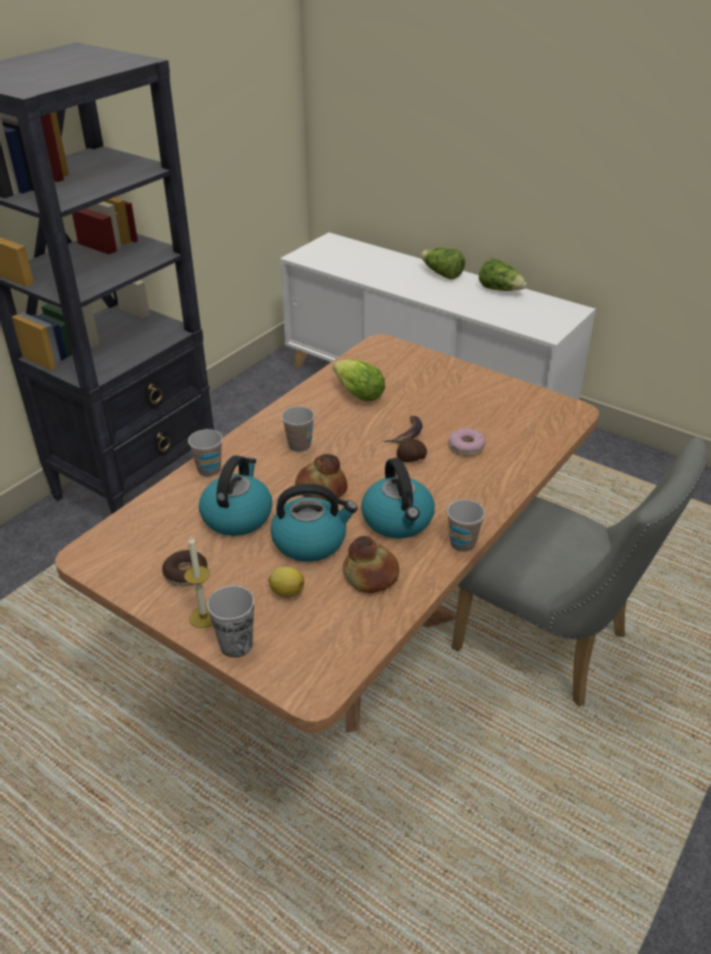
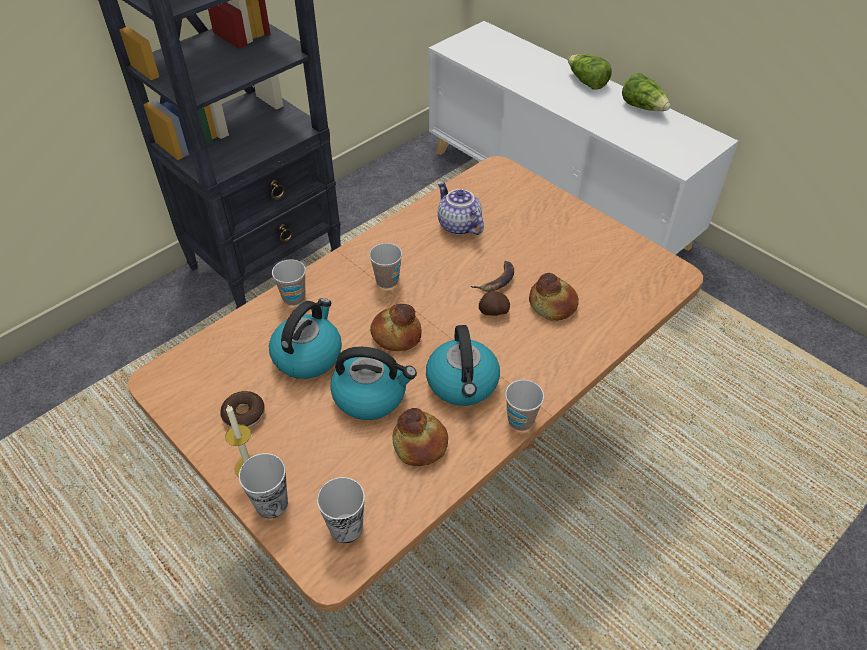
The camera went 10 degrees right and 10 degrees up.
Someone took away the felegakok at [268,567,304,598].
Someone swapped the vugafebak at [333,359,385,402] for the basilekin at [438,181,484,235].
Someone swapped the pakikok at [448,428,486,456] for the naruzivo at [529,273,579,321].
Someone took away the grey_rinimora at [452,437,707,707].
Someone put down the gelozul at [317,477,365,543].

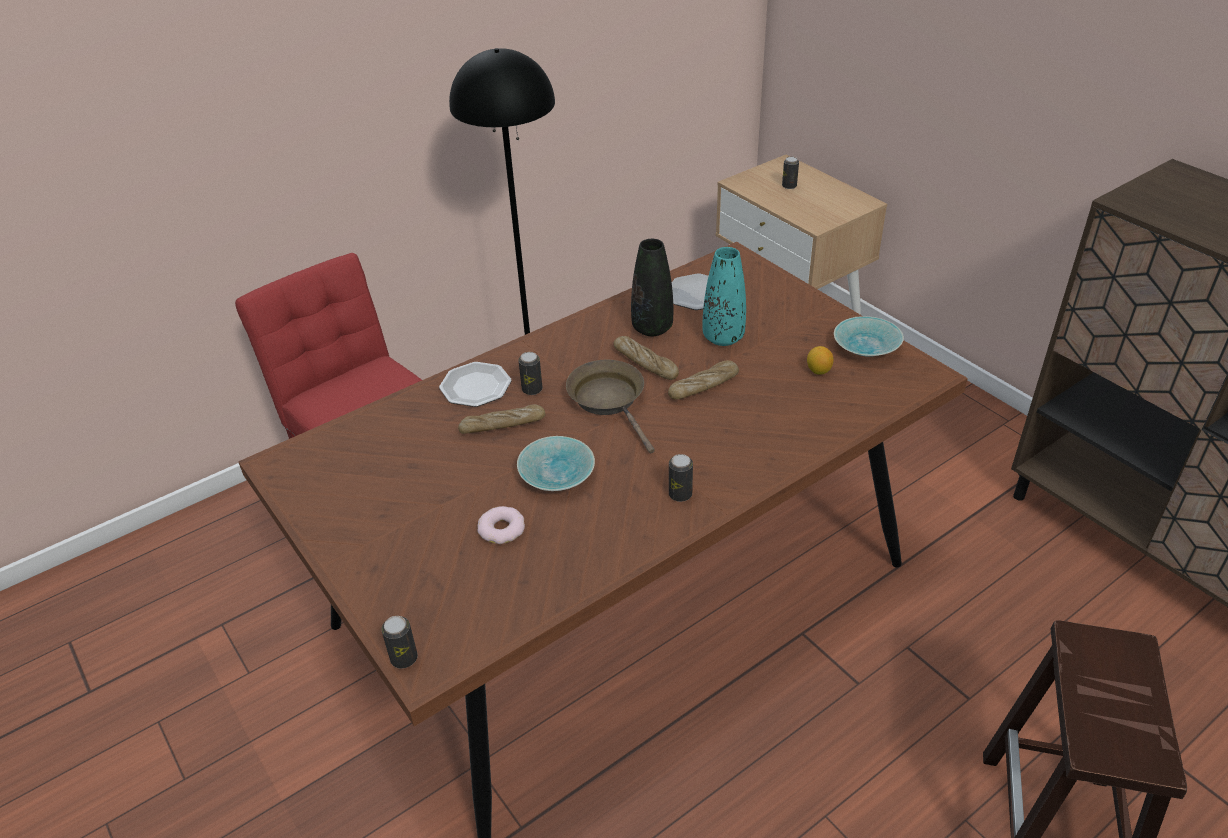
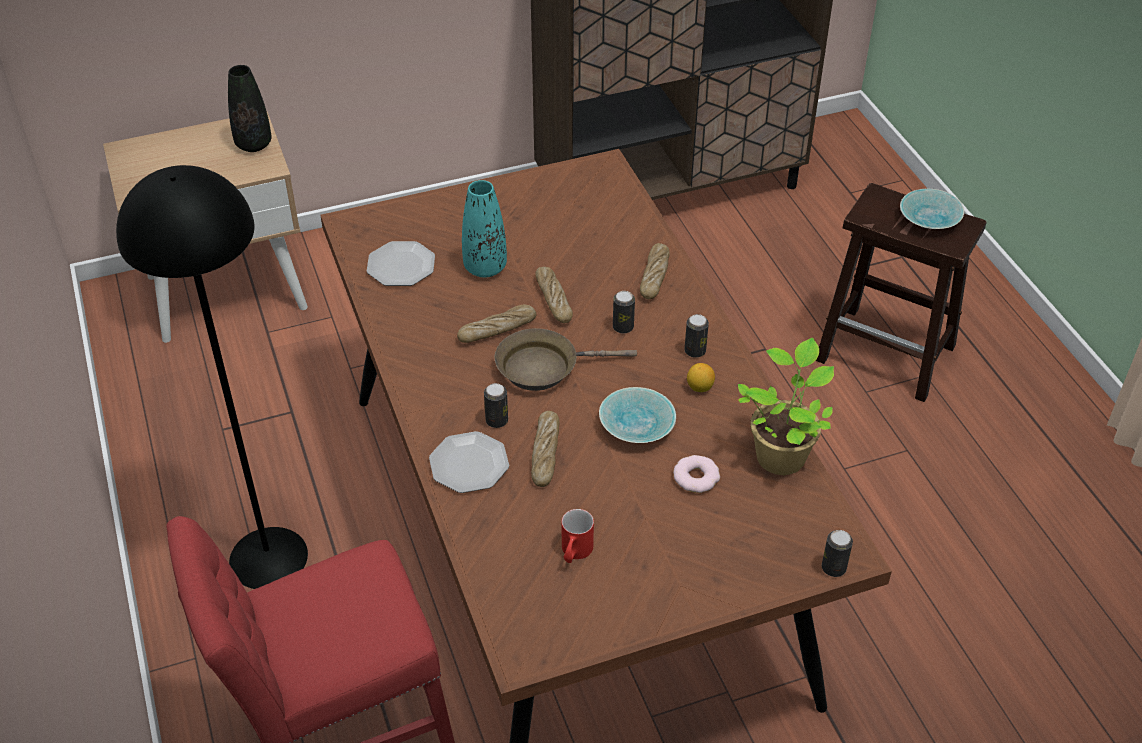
The camera went 75 degrees left and 5 degrees up.
Someone carried the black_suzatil from [631,239,673,336] to [228,65,272,152].
Someone carried the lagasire from [782,157,799,189] to [613,291,635,334].
Someone carried the felegakok from [807,346,833,375] to [687,363,715,392].
Someone carried the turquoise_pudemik from [834,316,904,357] to [900,189,964,229].
Someone put down the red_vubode at [562,509,594,563].
Someone put down the naruzivo at [640,243,670,299].
Someone put down the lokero at [738,338,834,475].

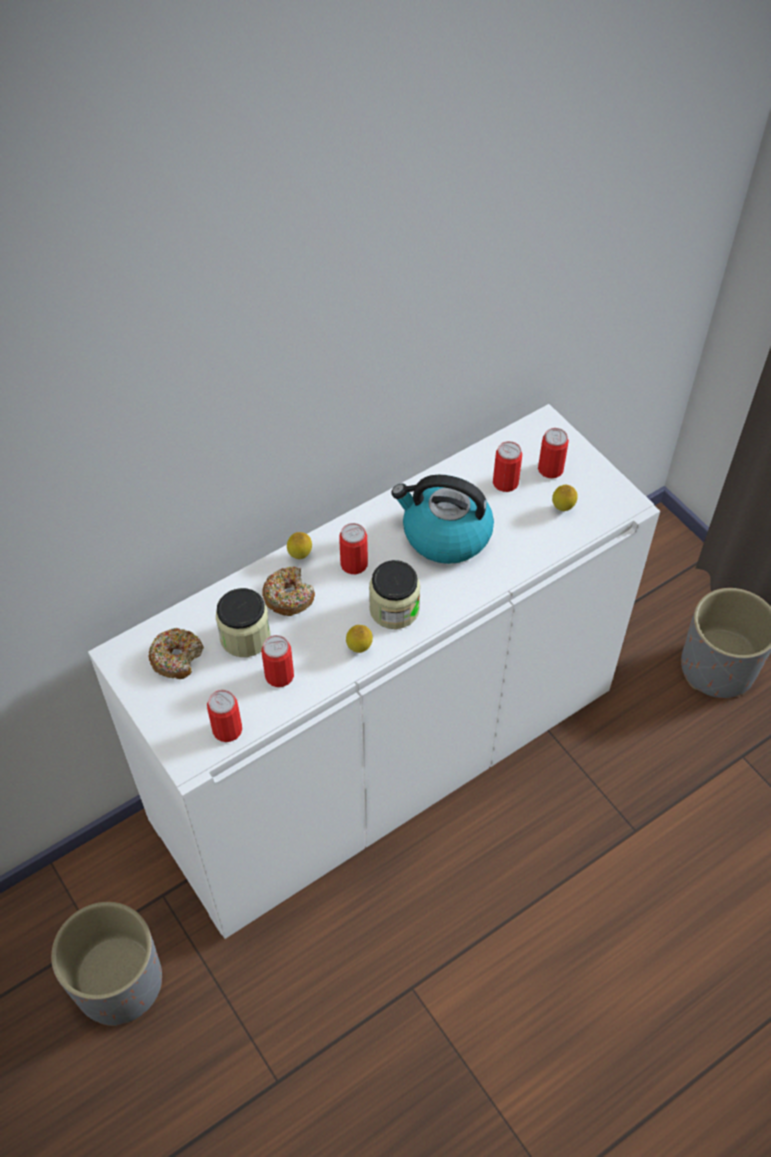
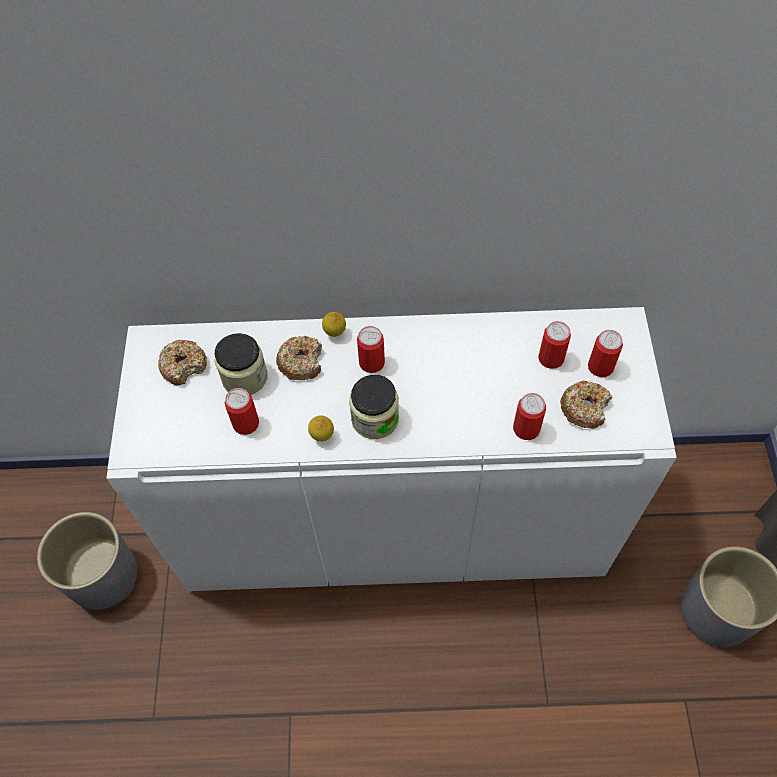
The camera went 35 degrees right and 5 degrees up.
Someone carried the lagasire from [207,690,242,742] to [513,393,546,440].
Someone took away the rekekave at [391,475,494,564].
Someone swapped the felegakok at [552,485,578,511] for the pakikok at [560,380,612,429].

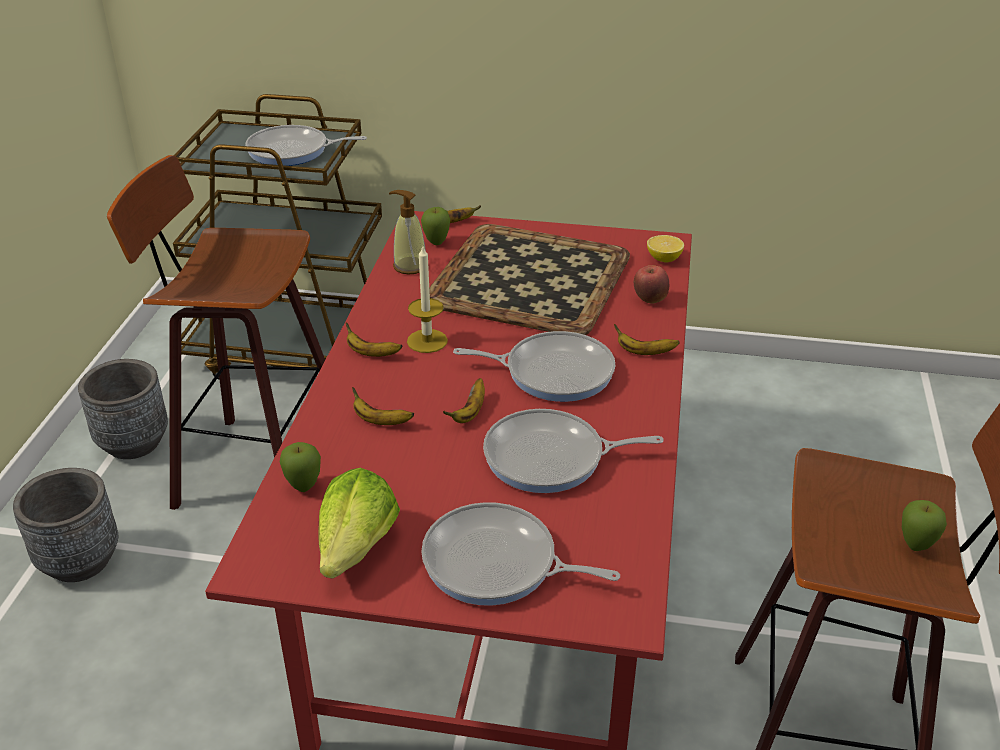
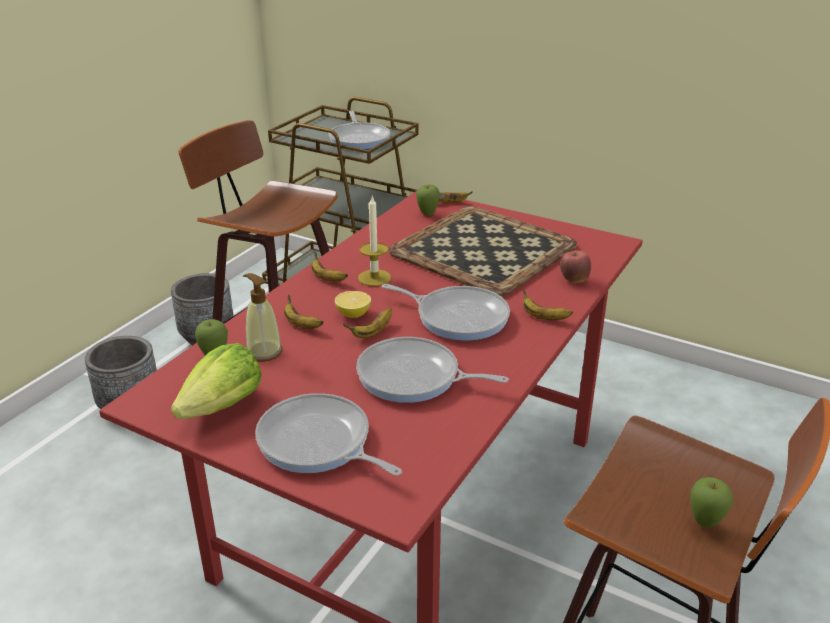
The camera went 20 degrees right and 5 degrees down.
Someone rotated the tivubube at [245,125,367,166] by 120 degrees counterclockwise.
Someone carried the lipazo from [389,190,426,275] to [243,273,283,362].
Someone carried the felegakok from [647,235,684,262] to [335,291,371,318].

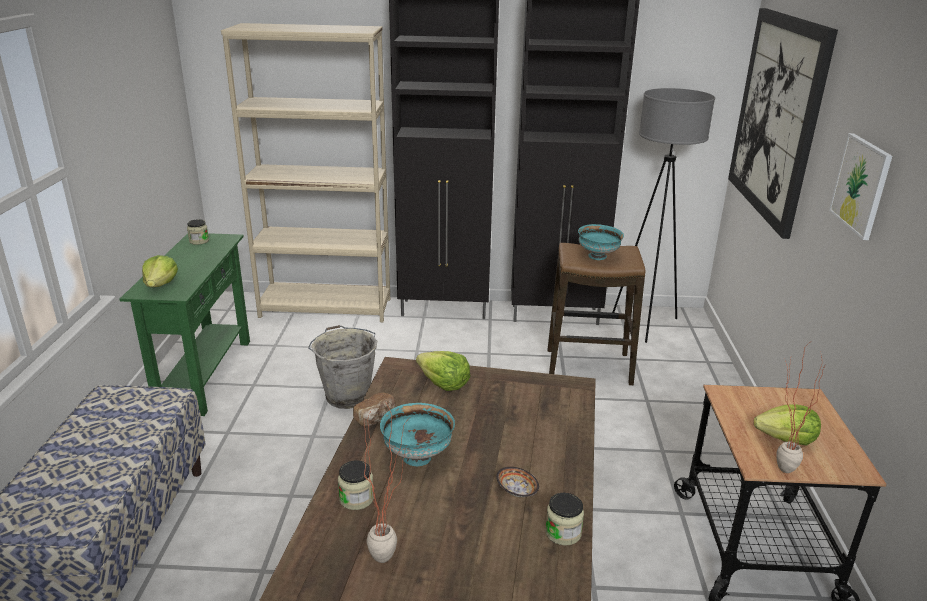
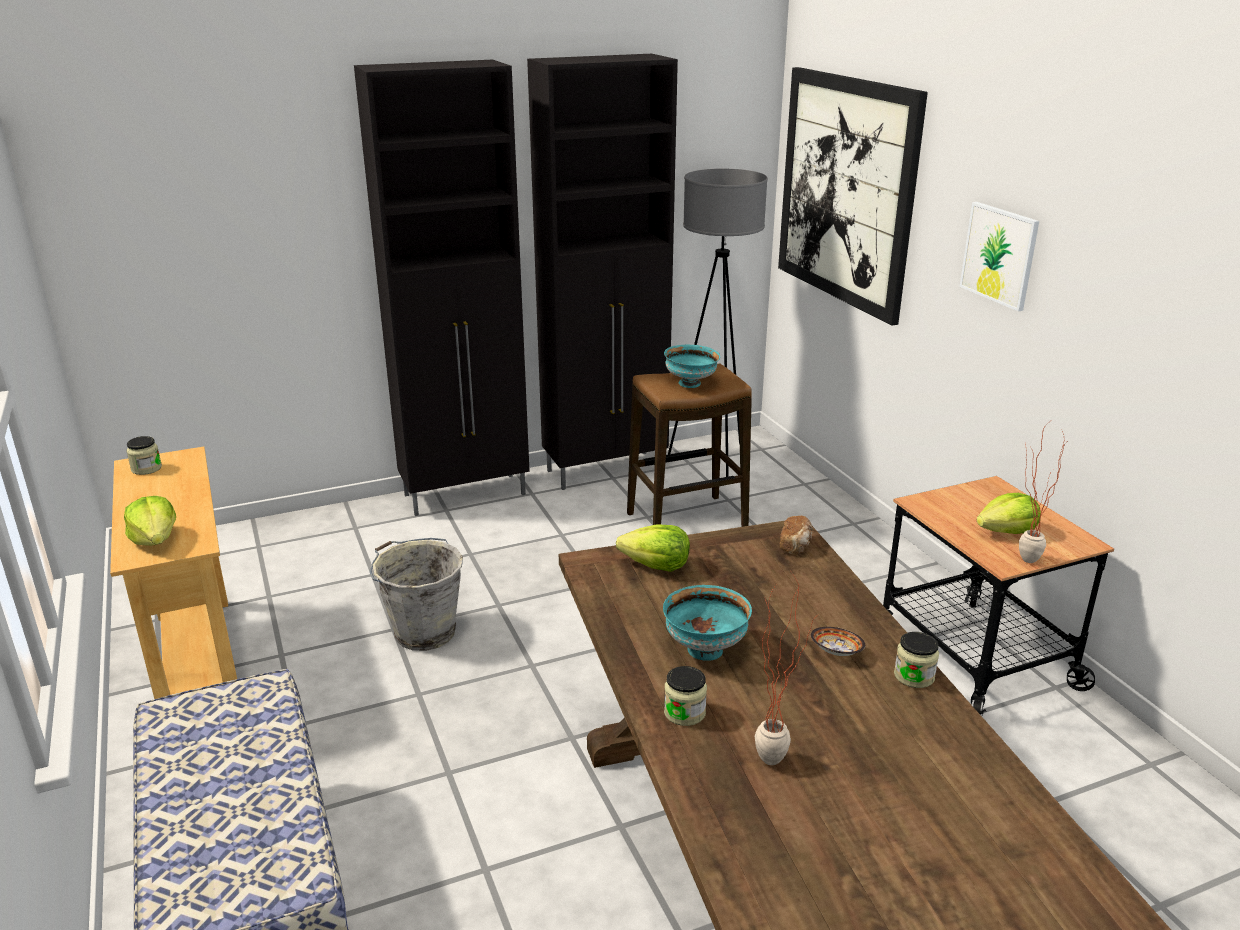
The camera went 25 degrees left and 0 degrees up.
Someone repainted the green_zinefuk at [120,233,250,416], which became the beige_zinefuk at [110,446,237,699].
Someone took away the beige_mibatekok at [221,23,390,322].
Someone carried the naruzivo from [353,392,396,426] to [780,516,813,554].

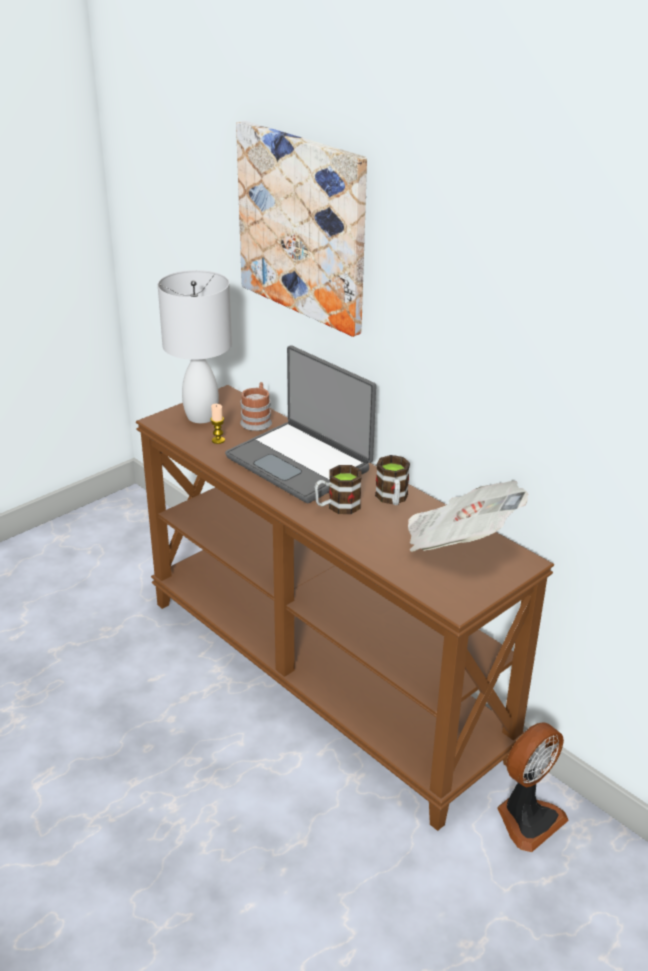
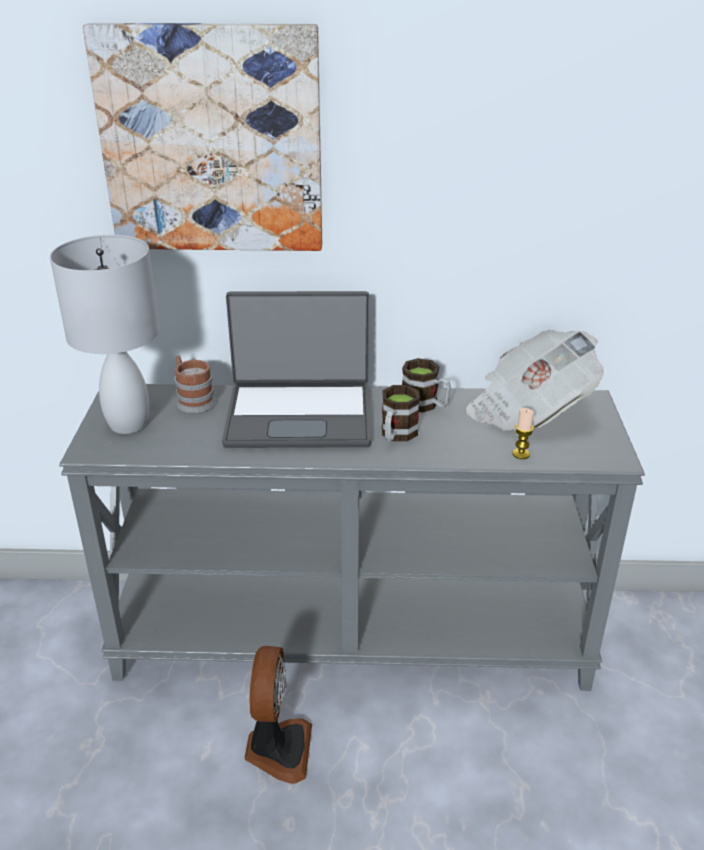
The camera went 45 degrees left and 0 degrees up.
Someone repainted the brown_zinefuk at [136,385,554,831], which became the grey_zinefuk at [59,384,645,691].
Someone carried the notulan from [211,404,225,444] to [512,408,534,459].
Someone carried the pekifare from [497,722,569,852] to [245,646,312,784].

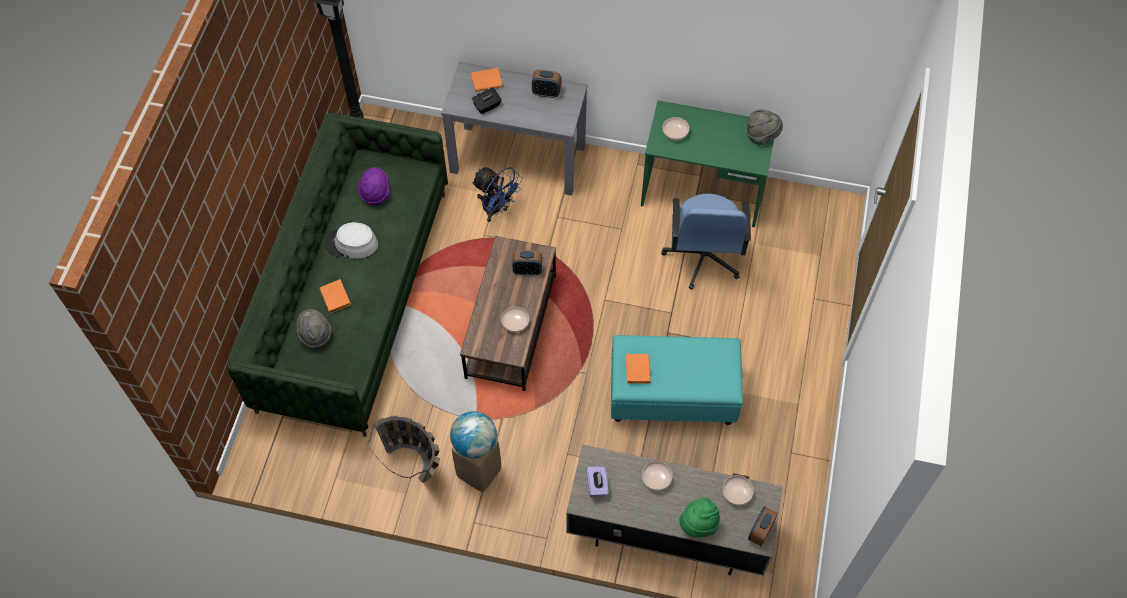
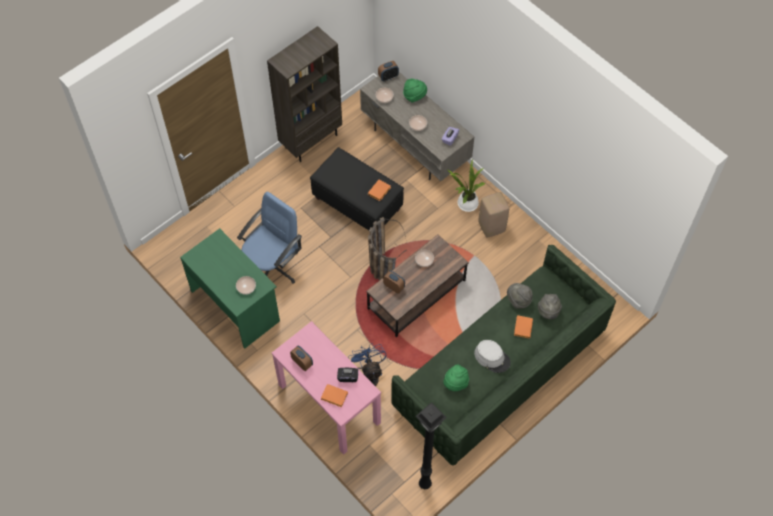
The camera went 145 degrees left and 0 degrees up.
Someone repainted the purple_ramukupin at [358,167,390,205], which became the green_ramukupin at [443,364,469,391].
Someone carried the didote from [367,416,440,483] to [368,217,407,281].
Someone repainted the grey_zinefuk at [441,62,587,196], which became the pink_zinefuk at [272,321,381,455].
Someone took away the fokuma at [450,411,497,458].
Someone repainted the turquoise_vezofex at [611,335,743,425], which became the black_vezofex at [310,147,404,230].
Someone carried the grey_ramukupin from [746,109,783,145] to [507,283,532,309].
Someone put down the brown_mibatekok at [267,26,342,162].
Someone put down the lokero at [448,160,485,212].

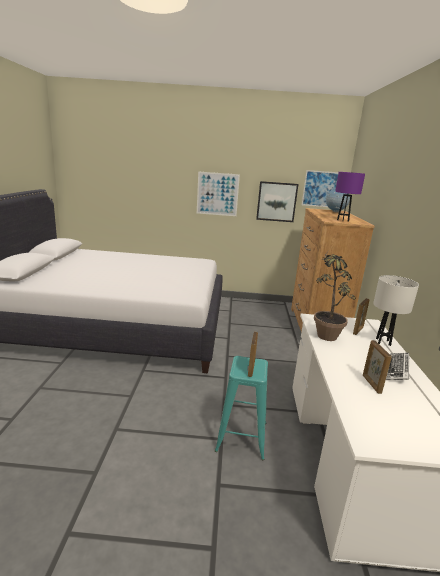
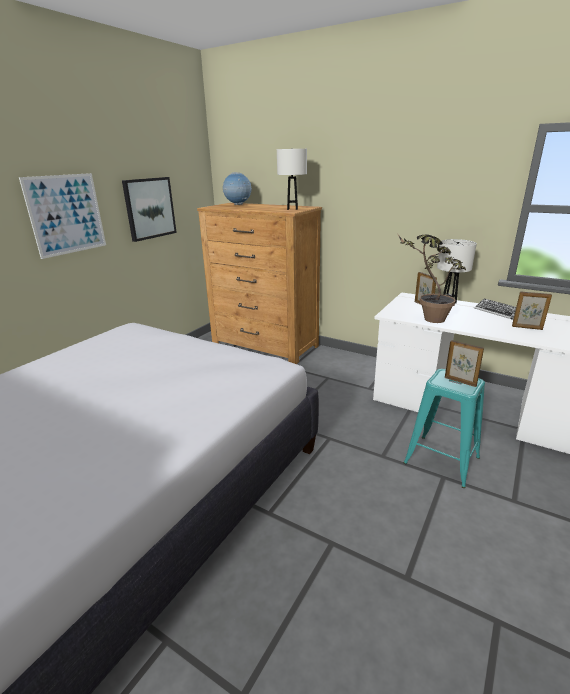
The camera went 60 degrees left and 5 degrees up.
Someone took away the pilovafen at [302,170,338,207].
Someone repainted the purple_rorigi at [335,172,365,222], which became the white_rorigi at [277,149,307,210].

